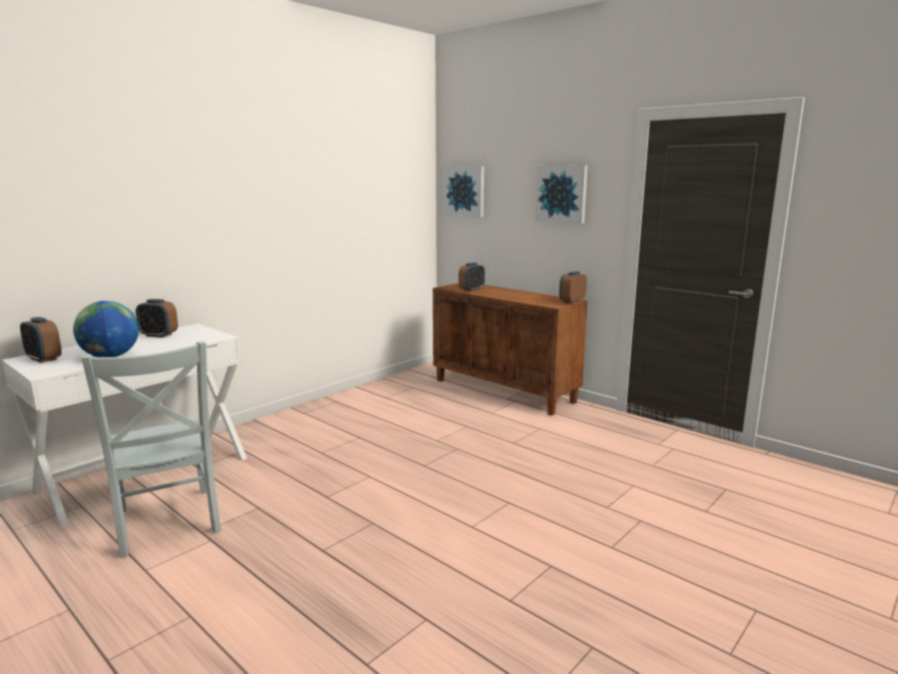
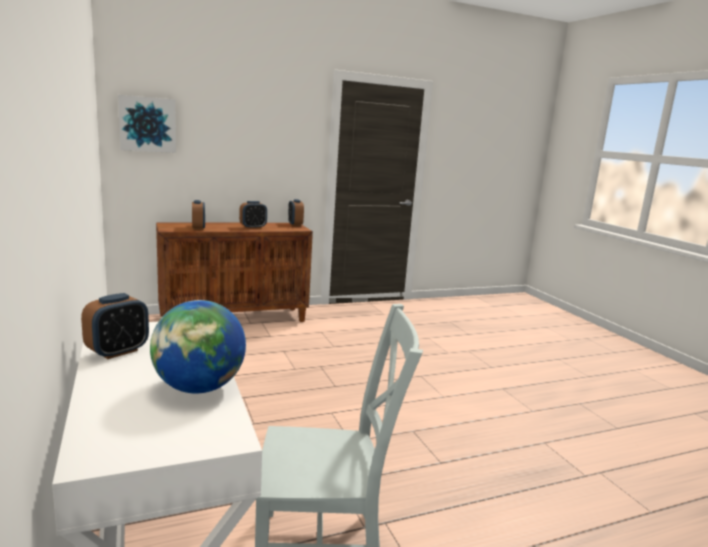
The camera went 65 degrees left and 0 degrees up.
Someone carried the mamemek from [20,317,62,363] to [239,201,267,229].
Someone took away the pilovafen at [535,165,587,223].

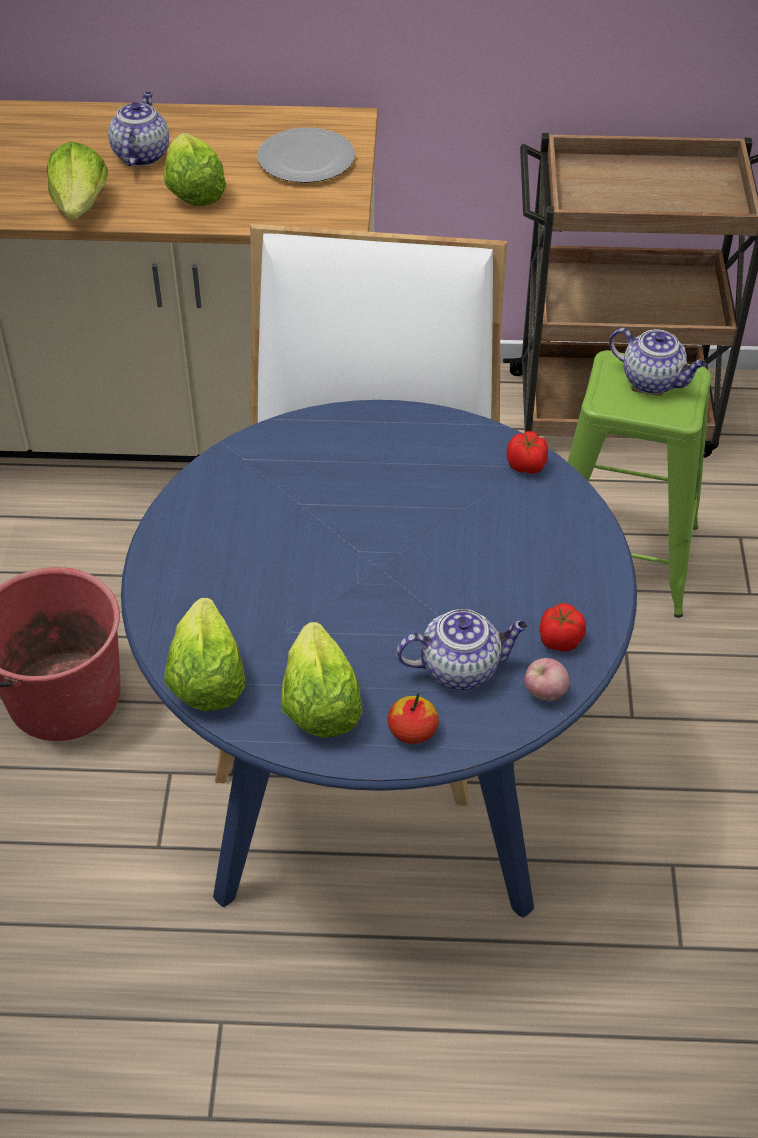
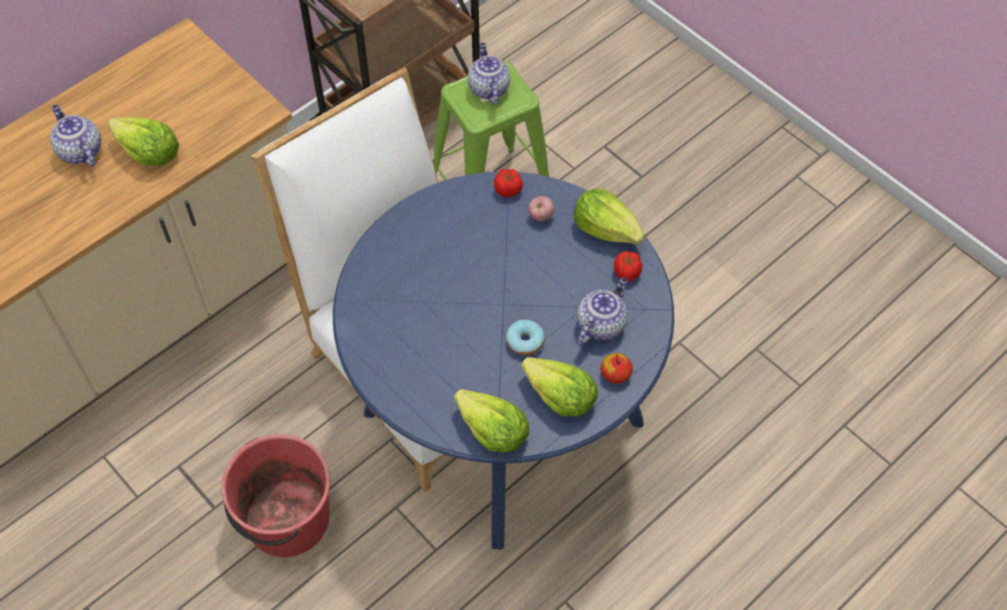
The camera went 45 degrees left and 10 degrees up.
Someone carried the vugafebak from [47,142,108,220] to [574,189,644,244].
Someone took away the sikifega at [257,127,355,183].
Someone carried the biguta from [524,658,570,701] to [528,196,554,221].
Someone rotated the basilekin at [609,328,706,394] by 90 degrees counterclockwise.
Someone put down the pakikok at [506,320,545,356].

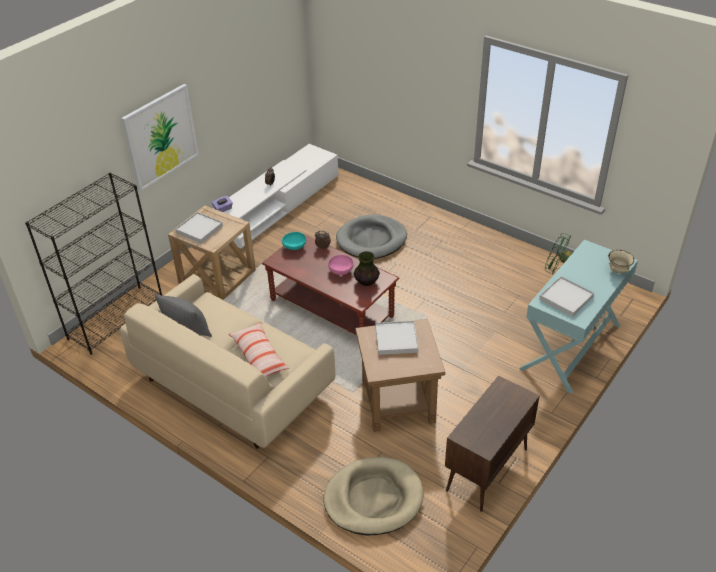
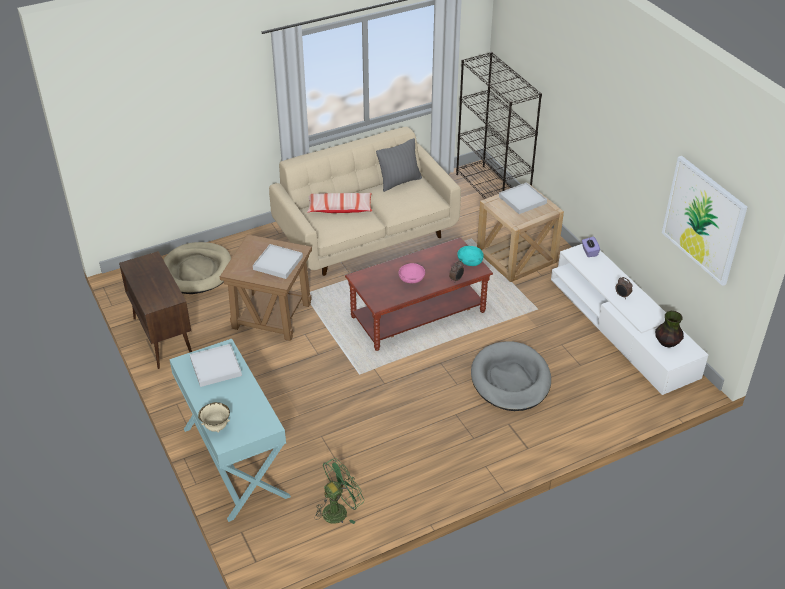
The camera went 115 degrees right and 0 degrees up.
Someone carried the pilovafen from [121,84,199,191] to [662,156,747,286].
Someone carried the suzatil from [353,251,380,286] to [655,311,684,347].

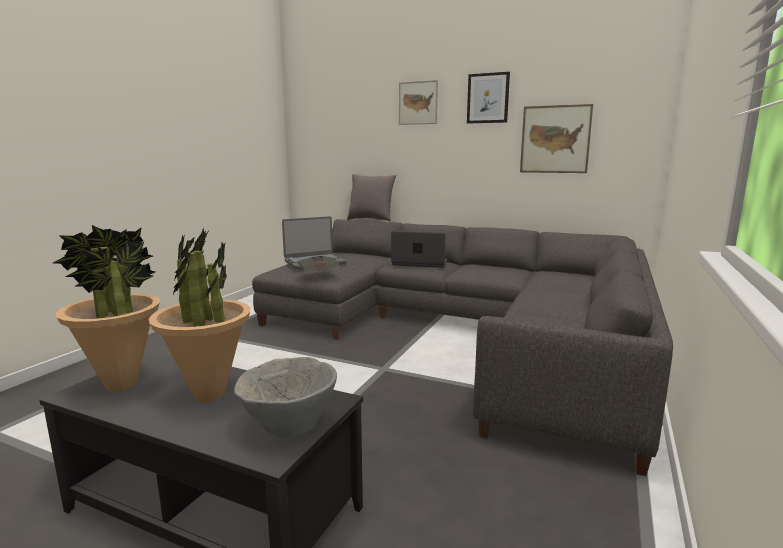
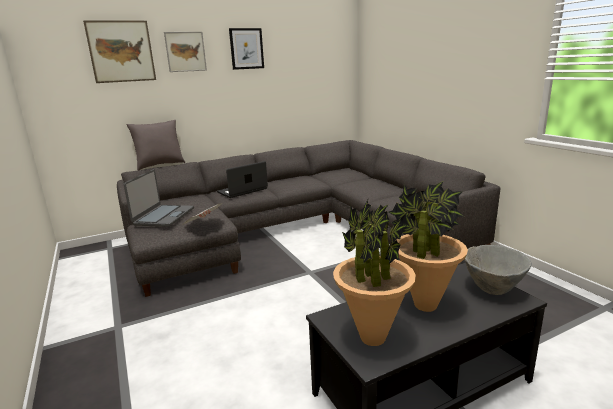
The camera went 50 degrees left and 5 degrees up.
Someone carried the pilovafen from [520,104,593,173] to [83,20,156,83].

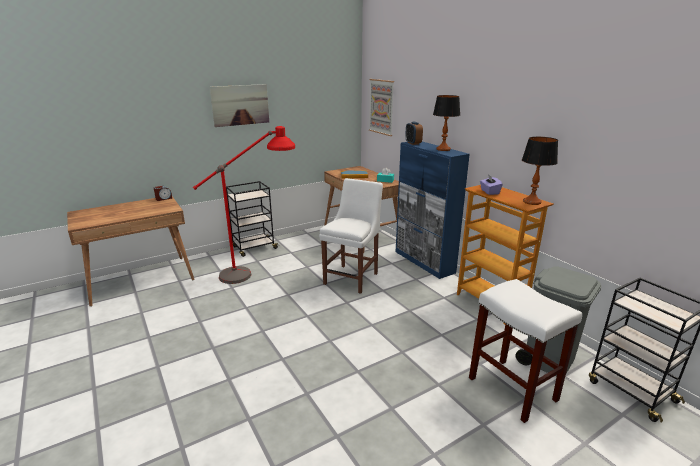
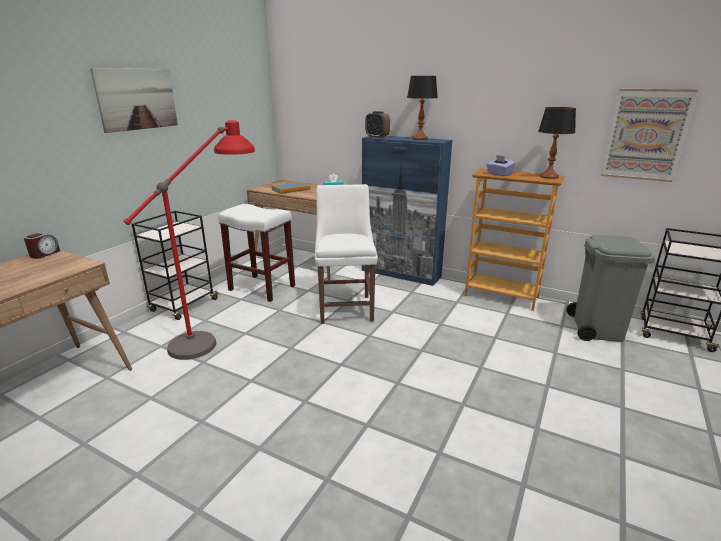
The camera went 30 degrees left and 0 degrees up.
Someone carried the pilovafen from [369,79,394,136] to [601,89,698,182].
Someone carried the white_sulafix from [469,279,582,423] to [218,204,295,302].

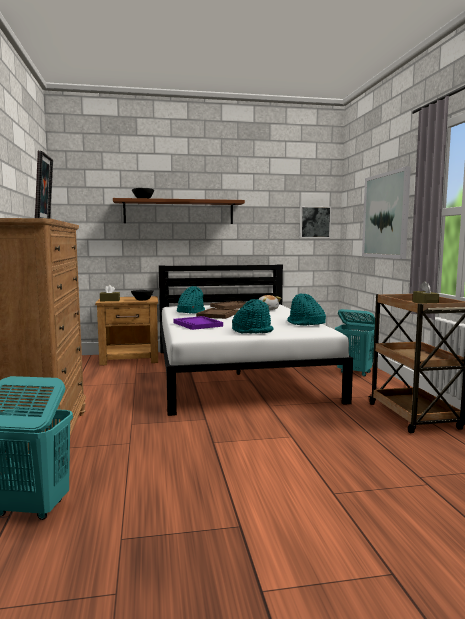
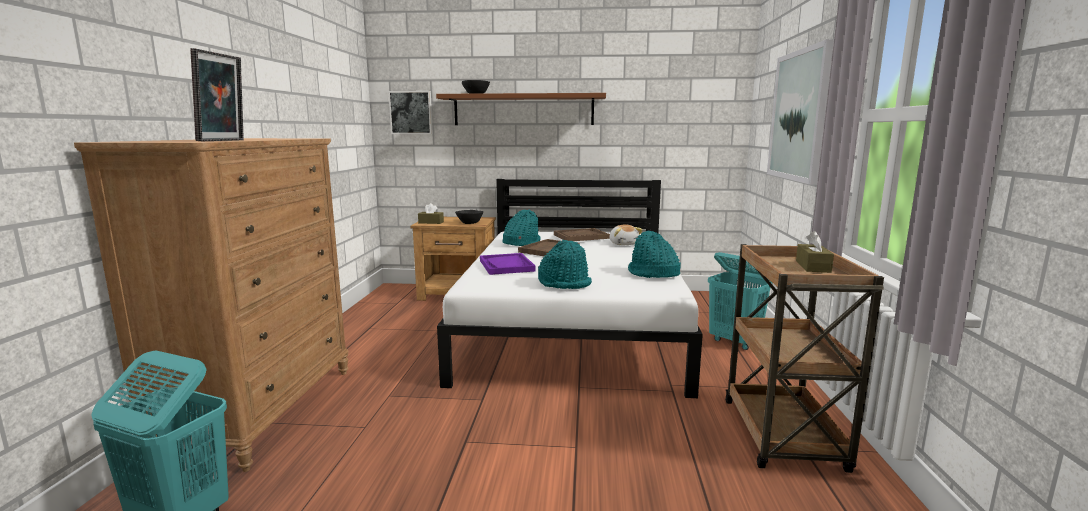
The camera went 15 degrees right and 5 degrees up.
Someone carried the pilovafen from [300,206,331,238] to [388,91,433,134].

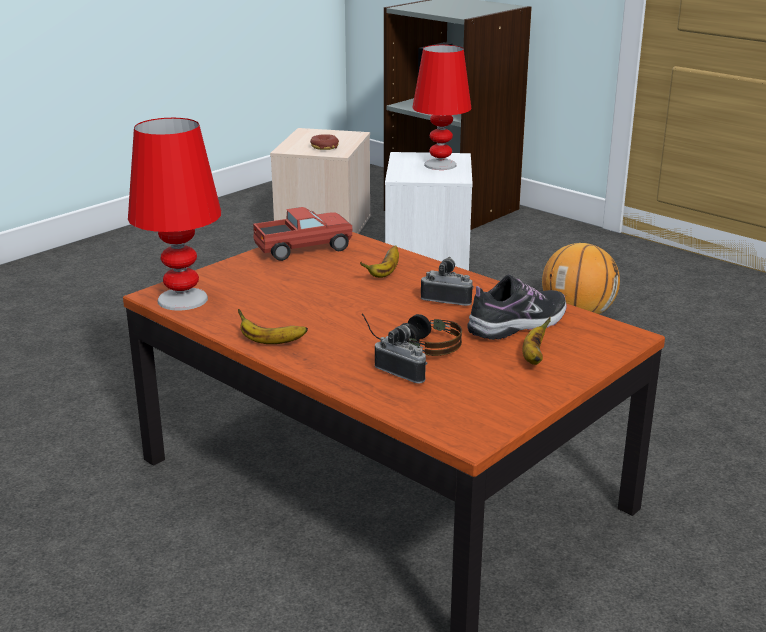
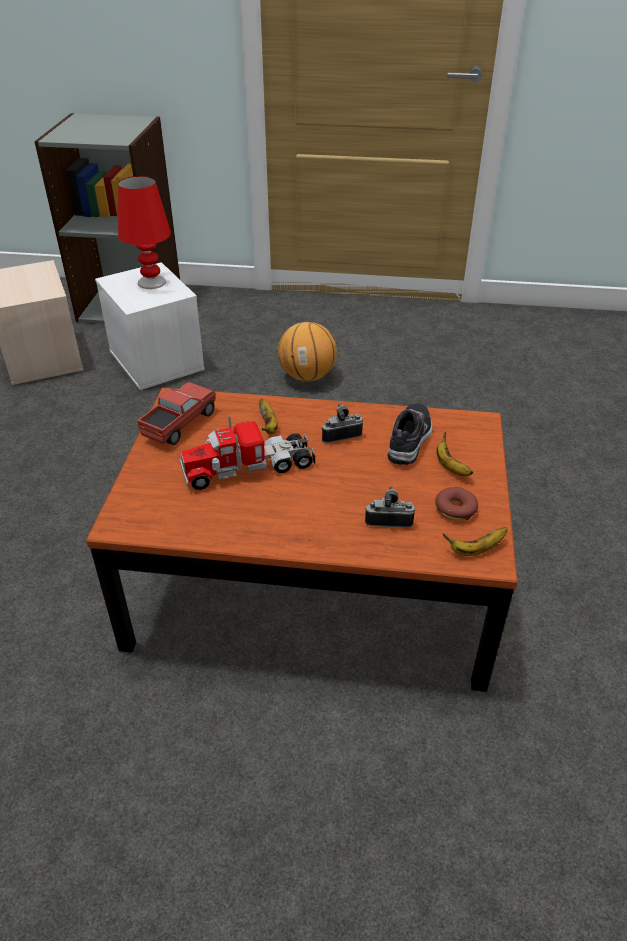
The camera went 35 degrees left and 15 degrees up.
Someone took away the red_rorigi at [128,118,221,310].
Someone carried the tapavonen from [238,309,308,344] to [443,527,508,556].
Someone carried the pakikok from [310,135,339,150] to [435,487,478,521].
Someone took away the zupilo at [362,313,462,356].
Someone put down the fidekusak at [180,416,316,490].

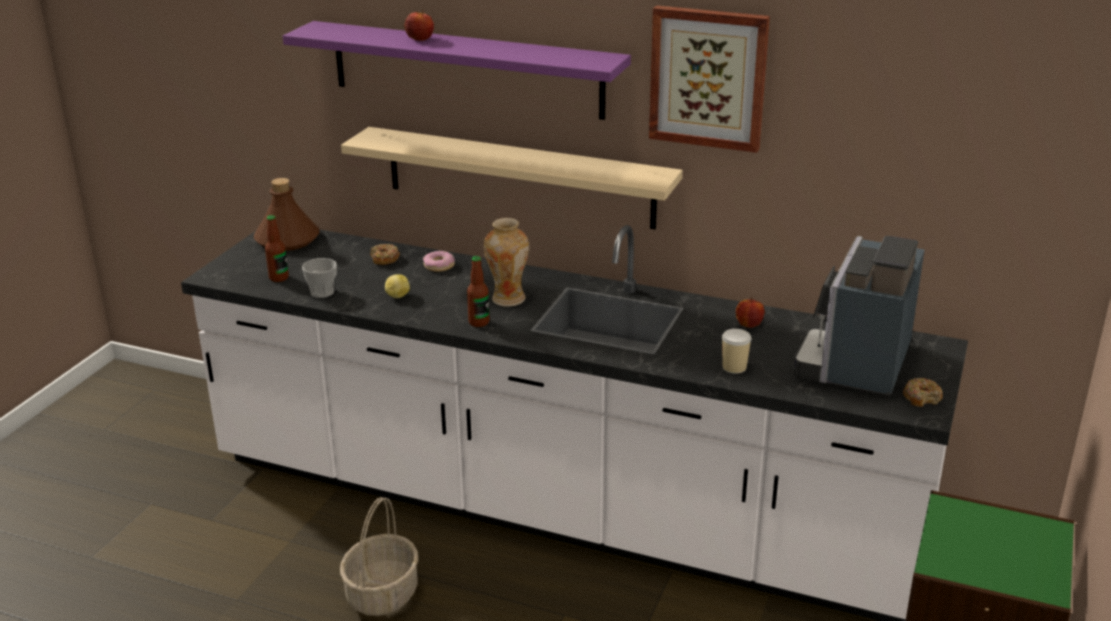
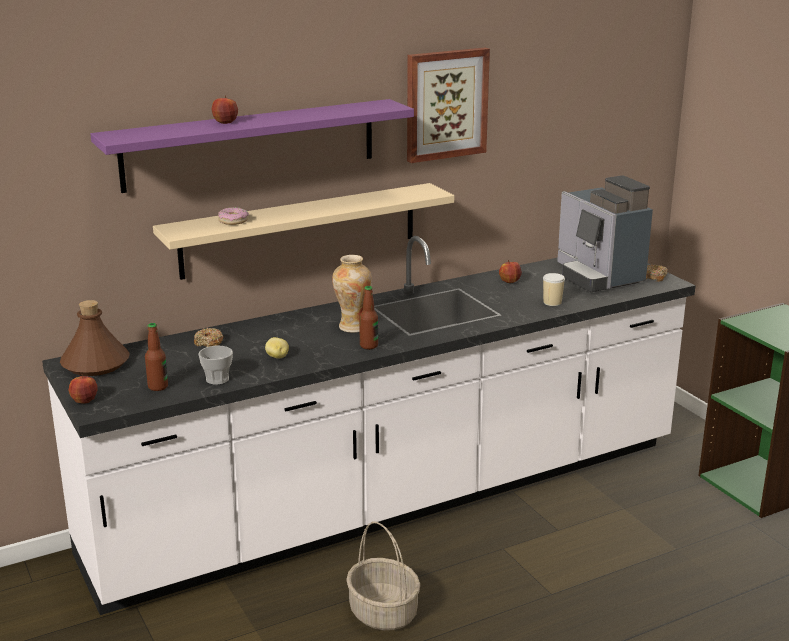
The camera went 50 degrees left and 5 degrees down.
Someone carried the pakikok from [423,251,455,272] to [218,207,249,225].
Someone put down the biguta at [69,374,98,404].

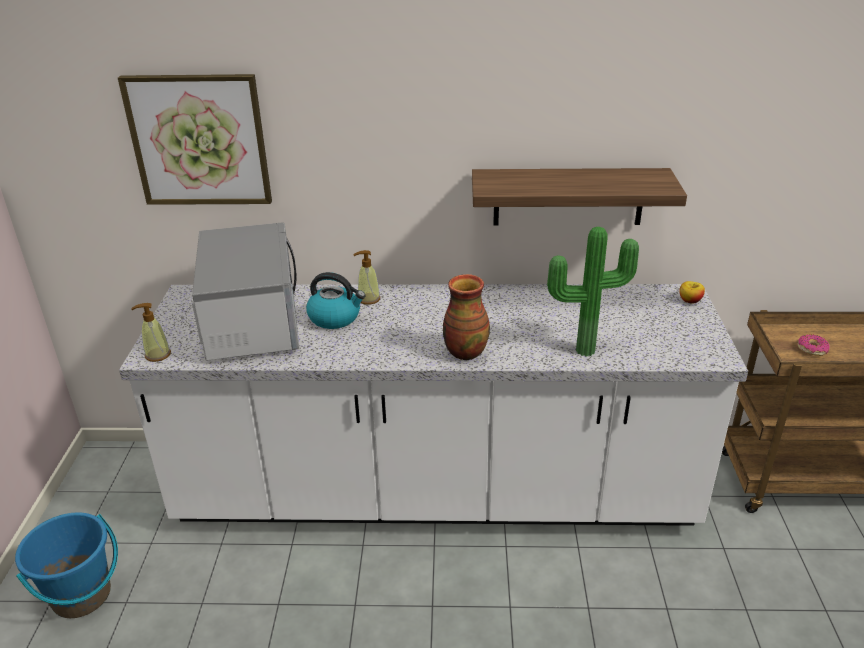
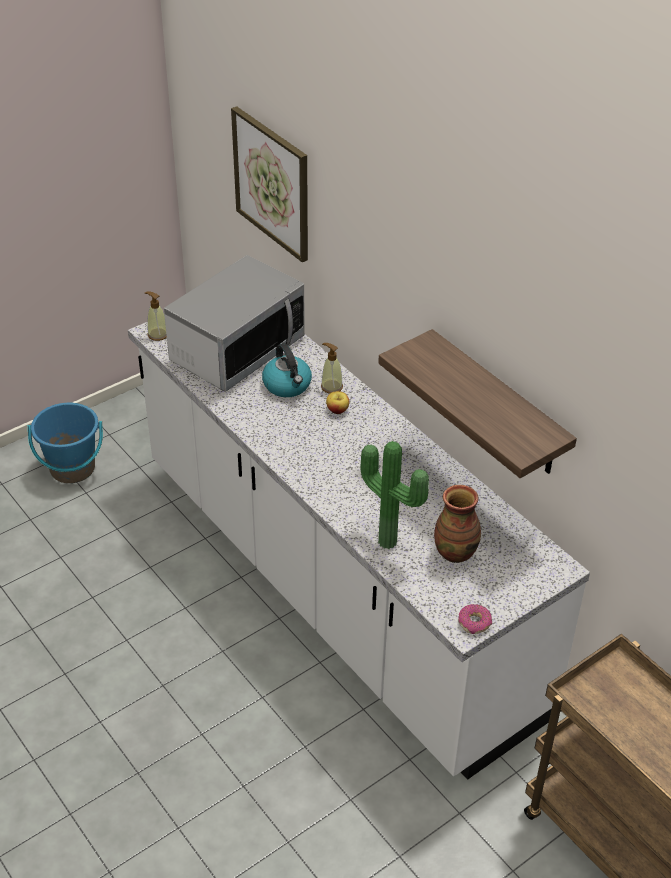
The camera went 50 degrees right and 10 degrees up.
Someone carried the suzatil from [443,274,490,360] to [434,485,481,563].
Someone carried the biguta from [679,281,705,303] to [326,391,349,414].
Someone carried the pakikok from [797,334,830,356] to [458,604,492,634].

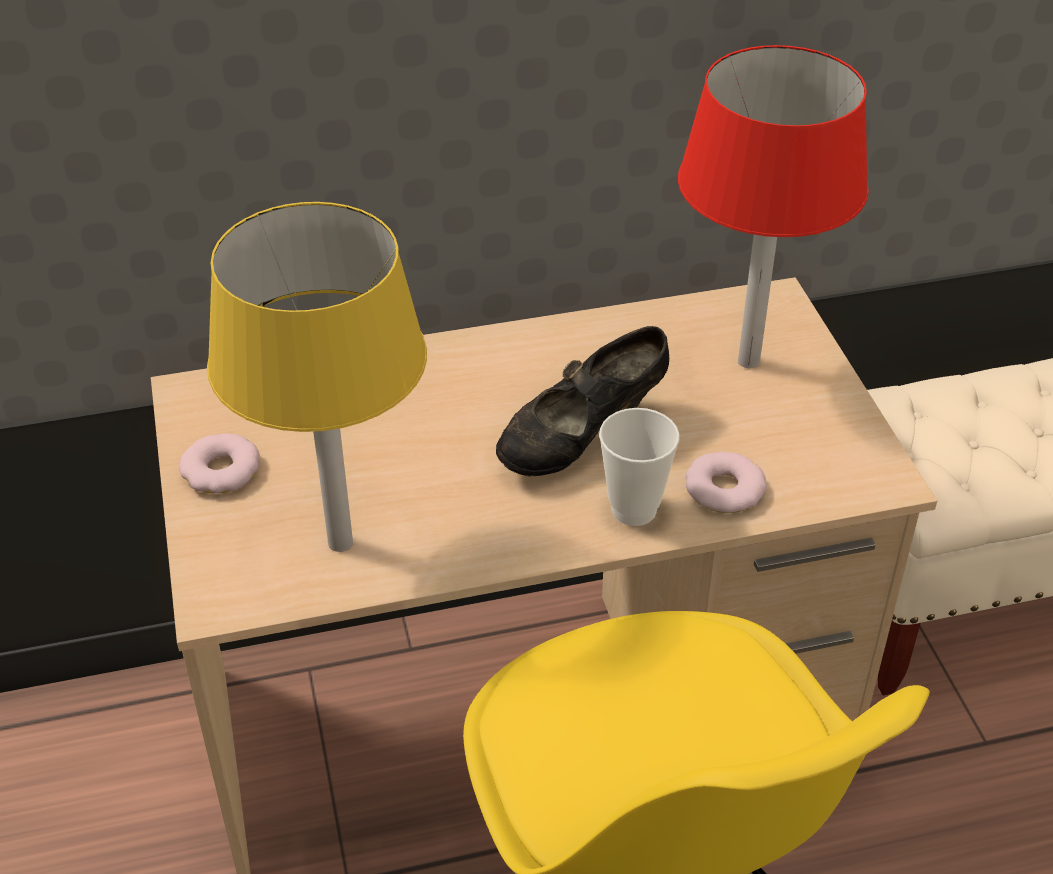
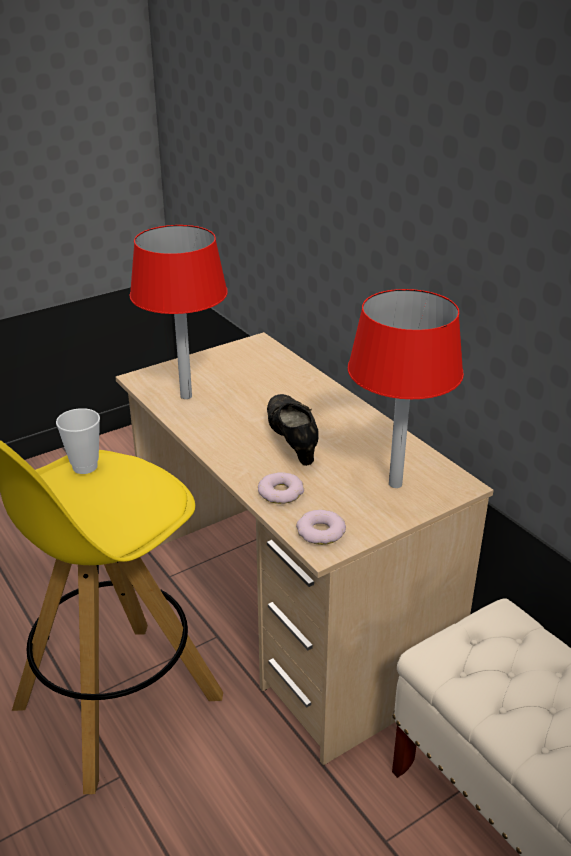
The camera went 70 degrees right and 10 degrees down.
Someone carried the pakikok from [179,433,260,494] to [296,510,346,545].
Someone repainted the yellow_rorigi at [207,202,427,552], which became the red_rorigi at [130,225,228,399].
Someone rotated the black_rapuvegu at [496,326,669,477] by 45 degrees clockwise.
Someone carried the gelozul from [599,408,680,526] to [56,408,100,474].

